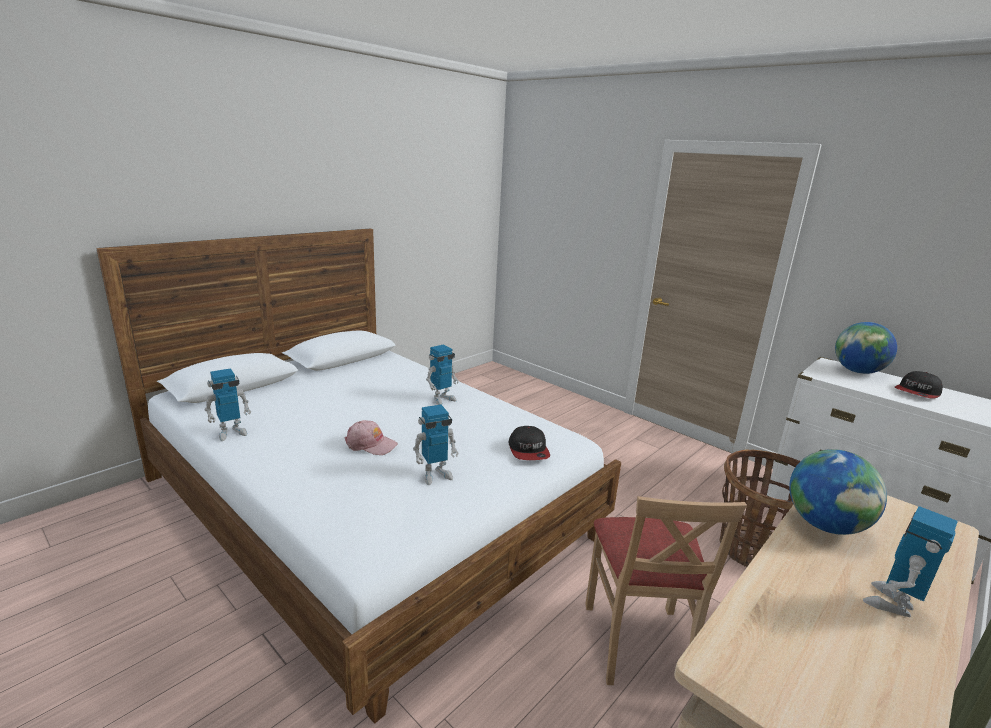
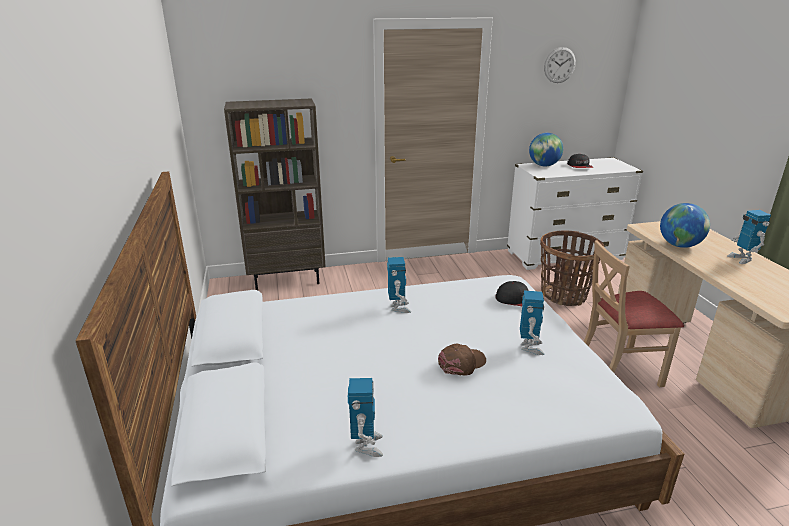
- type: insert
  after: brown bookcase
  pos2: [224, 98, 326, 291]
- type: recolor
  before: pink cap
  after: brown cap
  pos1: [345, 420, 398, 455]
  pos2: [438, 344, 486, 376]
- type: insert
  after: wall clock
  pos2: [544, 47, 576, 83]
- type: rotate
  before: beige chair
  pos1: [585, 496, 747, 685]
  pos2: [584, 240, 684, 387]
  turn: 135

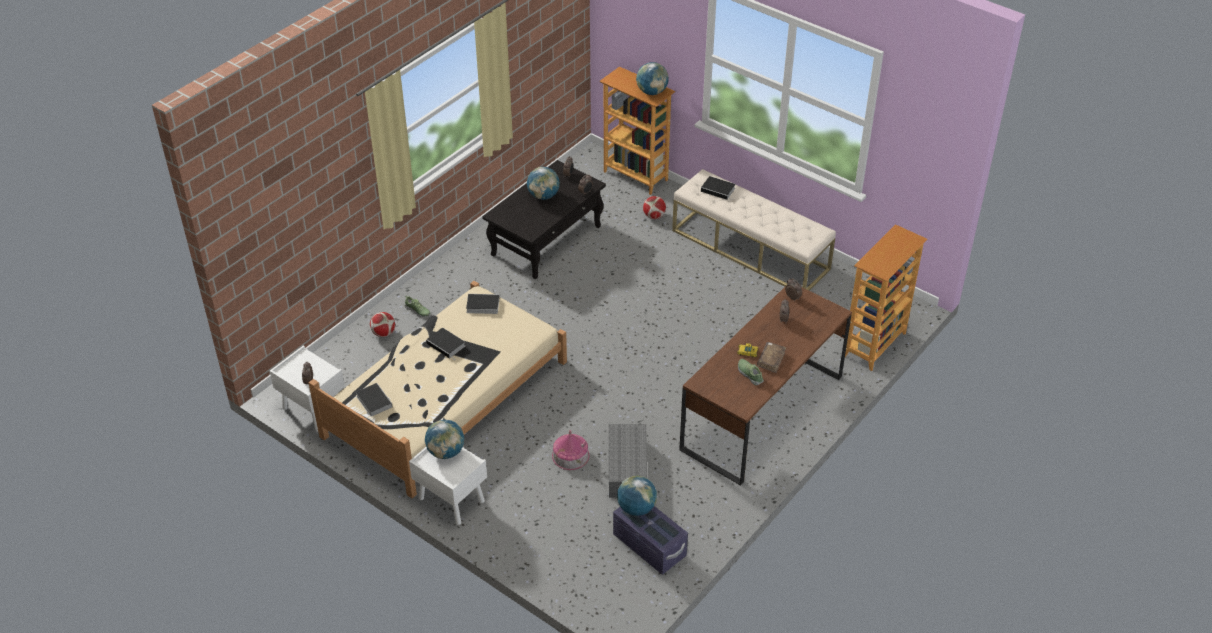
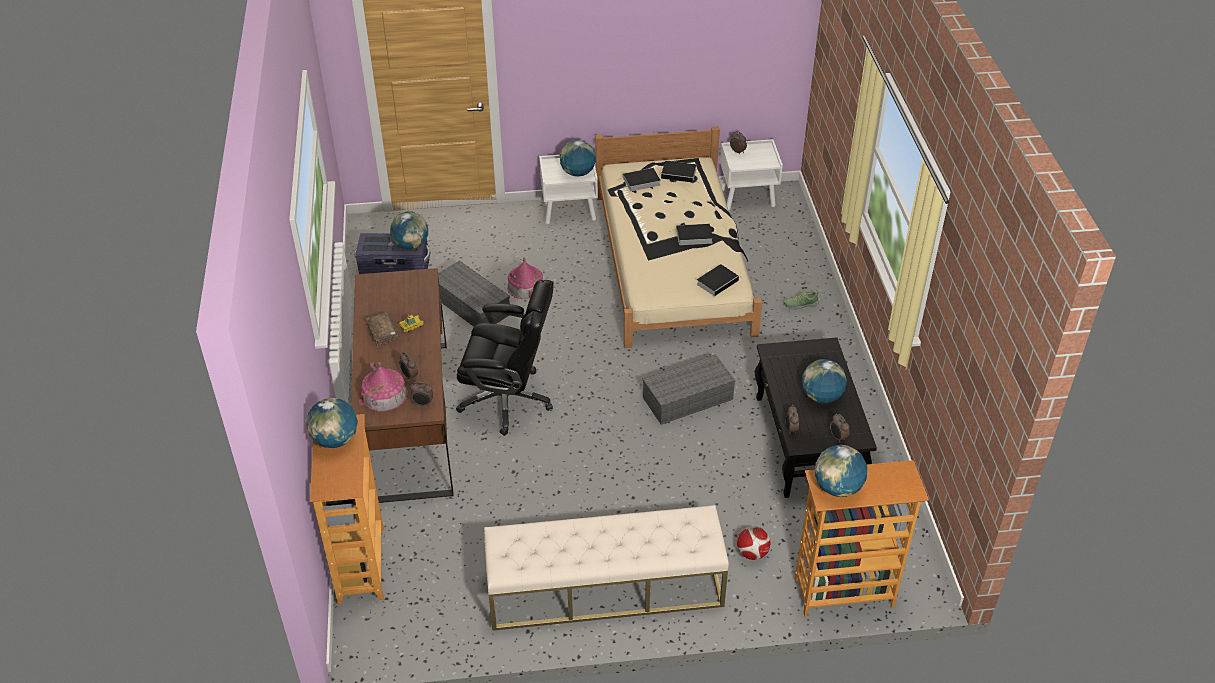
- type: insert
  after: globe
  pos2: [306, 398, 358, 448]
- type: insert
  after: toy house
  pos2: [358, 362, 408, 412]
- type: insert
  after: black office chair
  pos2: [456, 280, 554, 436]
- type: move
  before: book
  pos1: [701, 176, 736, 201]
  pos2: [618, 168, 661, 191]
- type: insert
  after: grey storage box
  pos2: [643, 354, 736, 425]
- type: delete
  before: football
  pos1: [370, 312, 395, 337]
- type: delete
  before: shoe
  pos1: [738, 359, 764, 385]

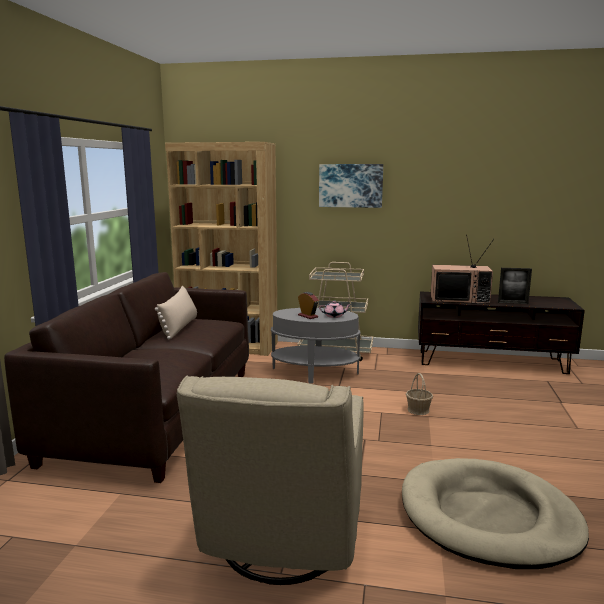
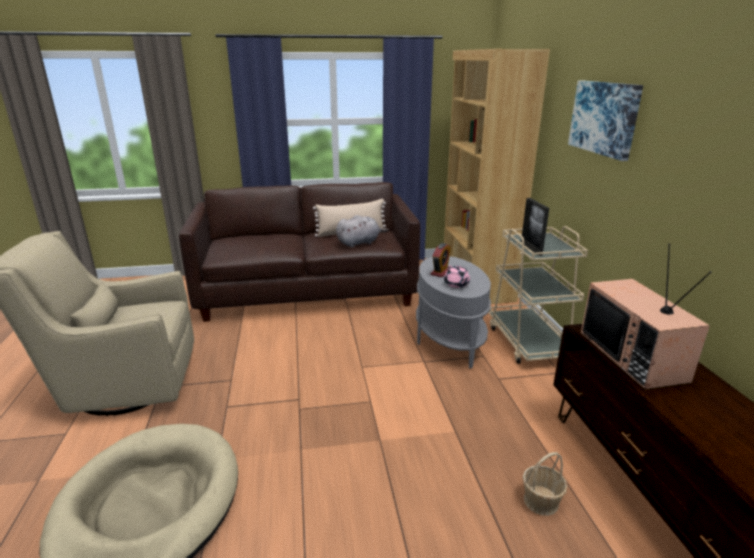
- type: insert
  after: grey plush toy
  pos2: [336, 215, 389, 248]
- type: move
  before: picture frame
  pos1: [498, 268, 532, 304]
  pos2: [521, 198, 549, 256]
- type: move
  before: basket
  pos1: [406, 373, 433, 415]
  pos2: [523, 452, 567, 516]

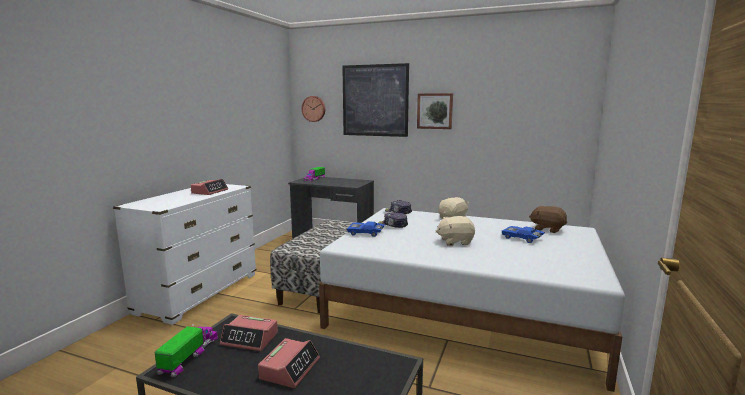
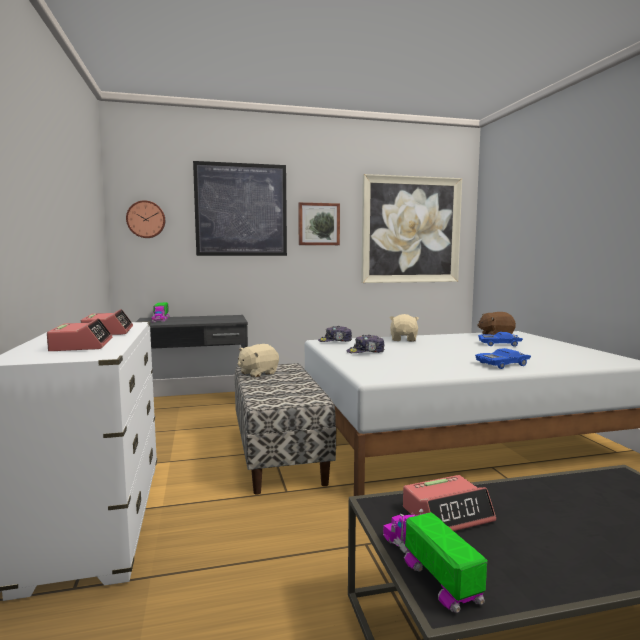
- type: move
  before: alarm clock
  pos1: [258, 338, 320, 388]
  pos2: [47, 318, 112, 351]
- type: move
  before: beige plush toy
  pos1: [435, 216, 475, 245]
  pos2: [238, 344, 279, 378]
- type: insert
  after: picture
  pos2: [361, 174, 462, 283]
- type: move
  before: blue toy car
  pos1: [347, 221, 385, 237]
  pos2: [475, 348, 531, 369]

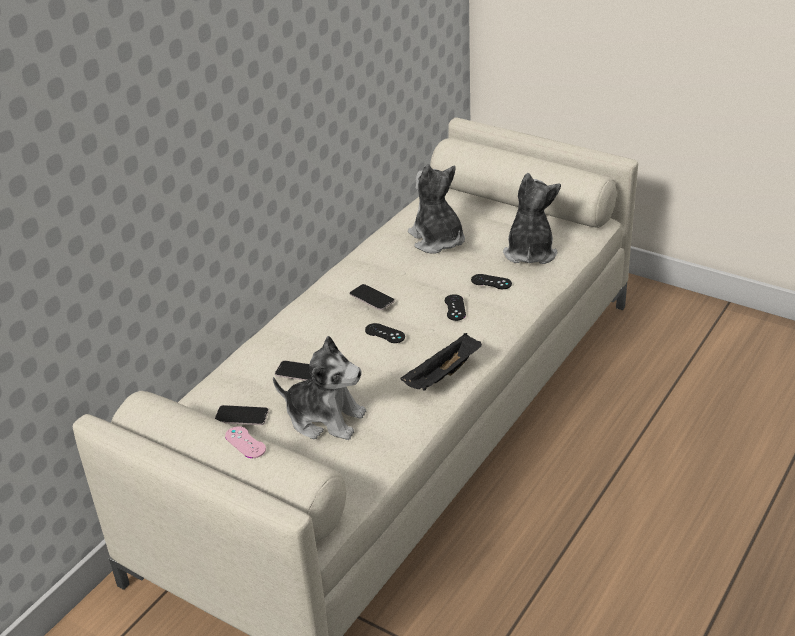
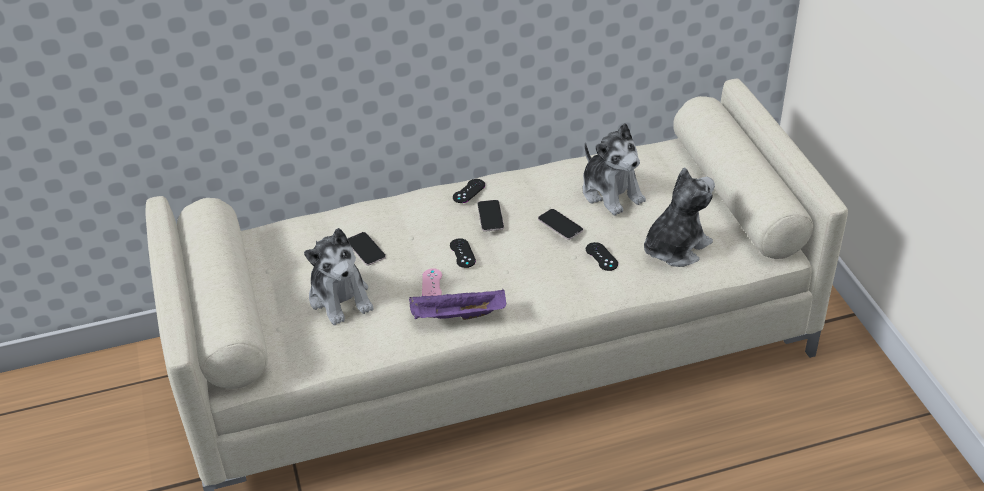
- type: recolor
  before: black tray
  after: purple tray
  pos1: [400, 333, 482, 391]
  pos2: [409, 289, 506, 320]
- type: move
  before: pink game controller
  pos1: [225, 426, 266, 458]
  pos2: [422, 268, 442, 296]
- type: move
  before: black game controller
  pos1: [445, 294, 466, 321]
  pos2: [453, 179, 485, 203]
- type: move
  before: phone
  pos1: [215, 405, 269, 425]
  pos2: [538, 209, 583, 240]
- type: rotate
  before: plush toy
  pos1: [408, 164, 465, 253]
  pos2: [583, 123, 646, 216]
  turn: 135

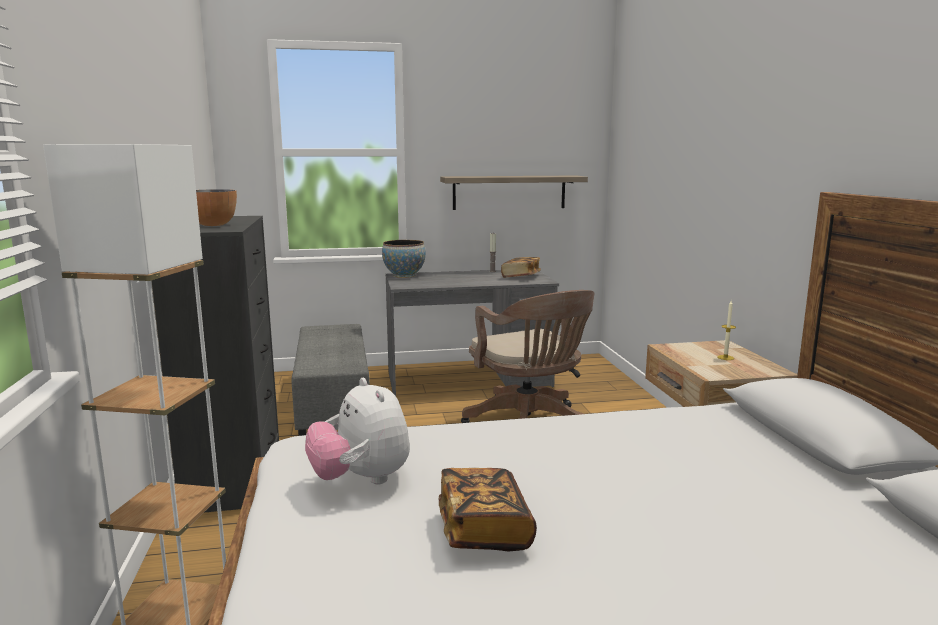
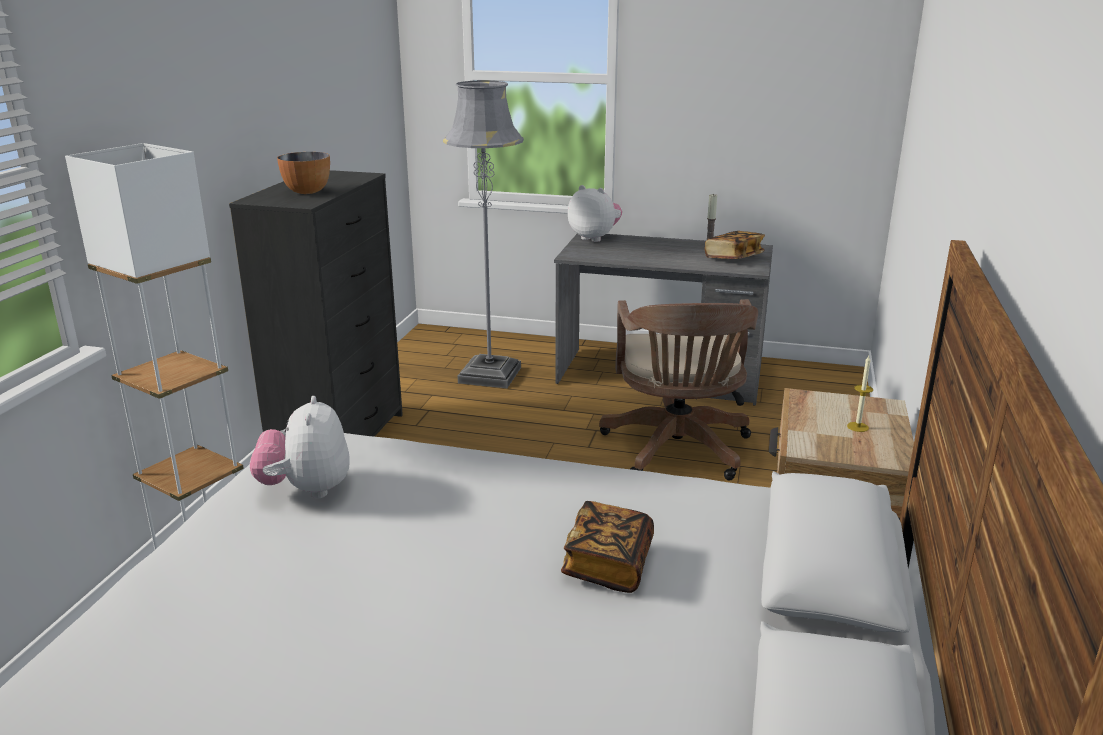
- type: replace
  before: grey ottoman
  after: grey floor lamp
  pos1: [292, 324, 370, 436]
  pos2: [443, 81, 524, 388]
- type: move
  before: book
  pos1: [439, 468, 537, 551]
  pos2: [561, 501, 654, 593]
- type: replace
  before: bowl
  after: plush toy
  pos1: [382, 240, 426, 278]
  pos2: [568, 185, 622, 242]
- type: delete
  before: shelf
  pos1: [440, 176, 588, 210]

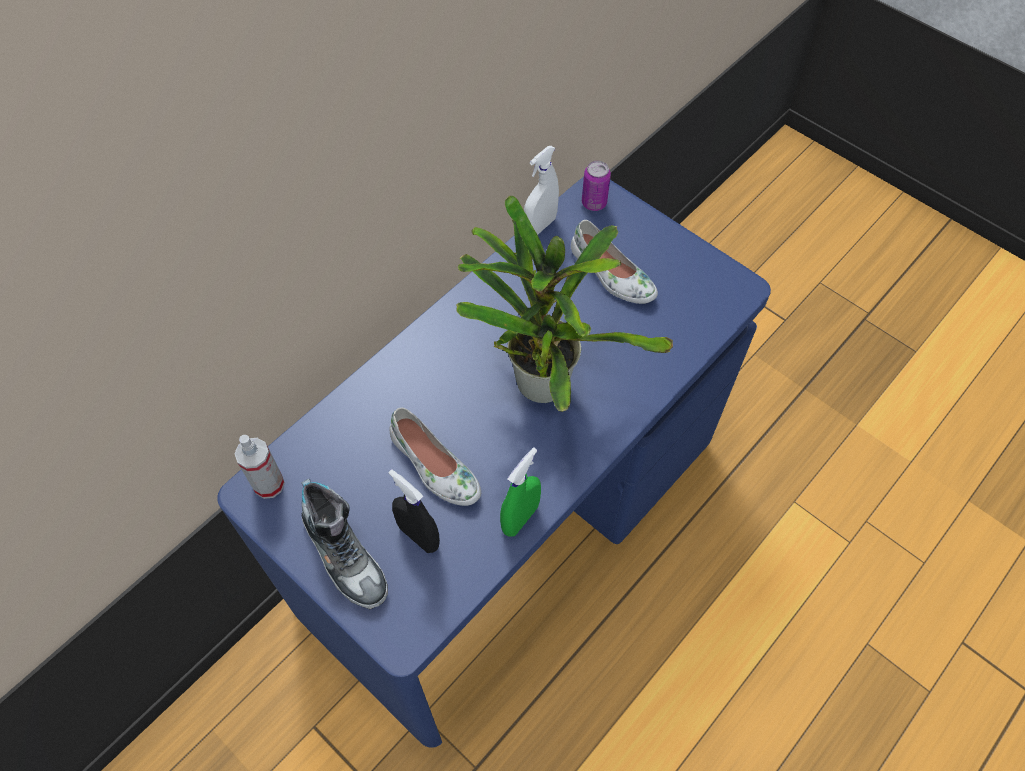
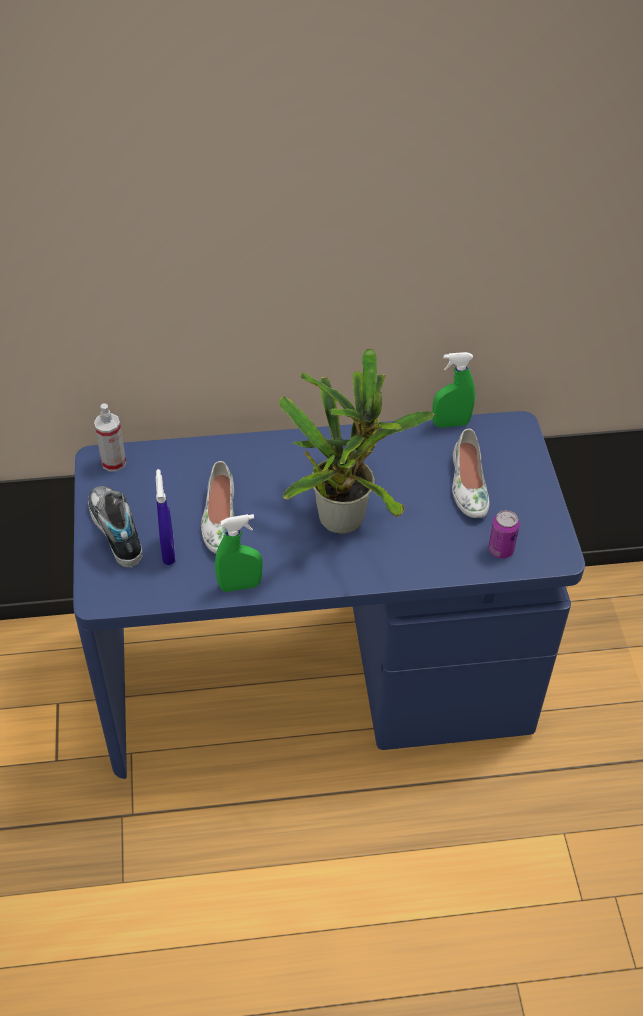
- type: rotate
  before: shoe
  pos1: [301, 479, 388, 610]
  pos2: [88, 486, 142, 567]
  turn: 150
- type: recolor
  before: black spray bottle
  after: blue spray bottle
  pos1: [388, 469, 440, 553]
  pos2: [156, 469, 175, 565]
- type: recolor
  before: white spray bottle
  after: green spray bottle
  pos1: [524, 146, 559, 235]
  pos2: [432, 352, 475, 428]
- type: move
  before: can
  pos1: [582, 161, 611, 211]
  pos2: [488, 510, 520, 559]

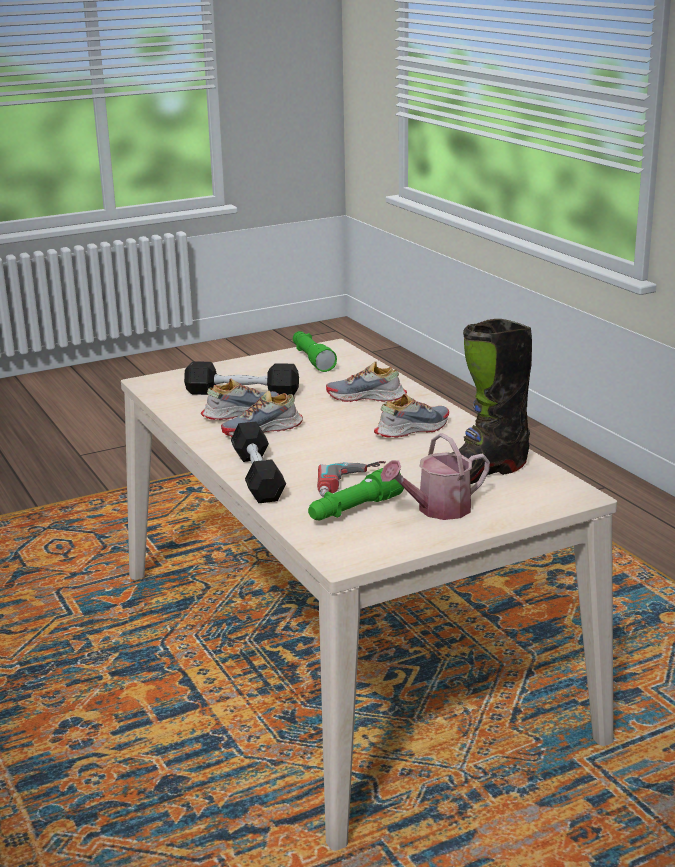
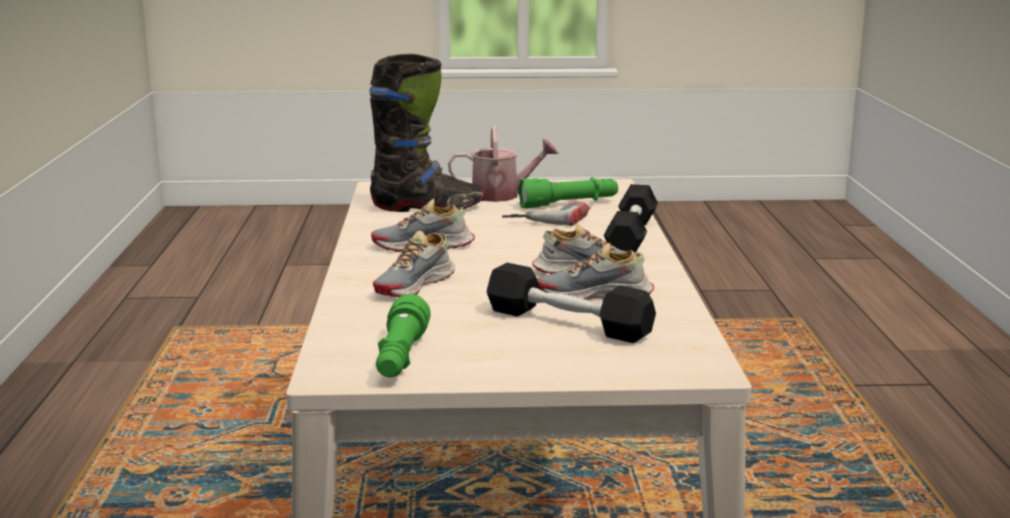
- type: rotate
  before: shoe
  pos1: [326, 361, 407, 402]
  pos2: [373, 231, 455, 297]
  turn: 90

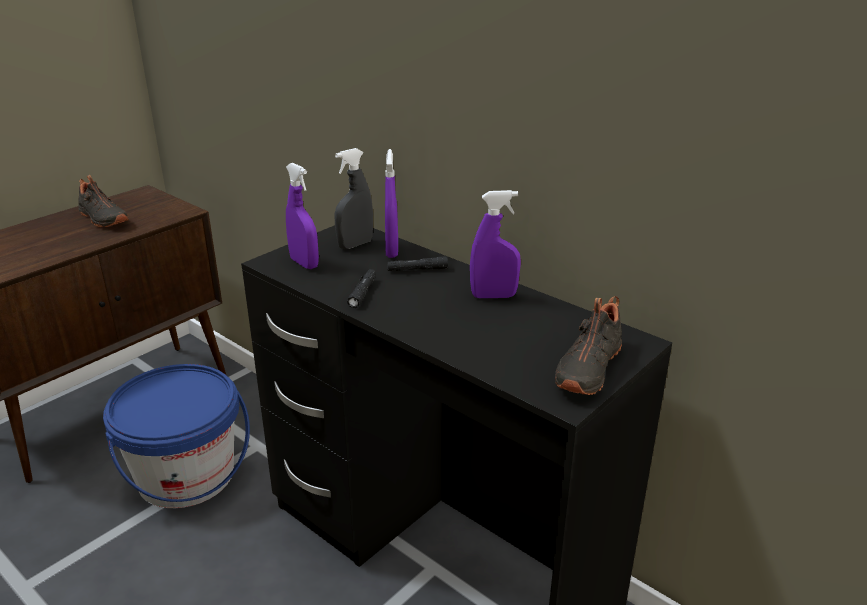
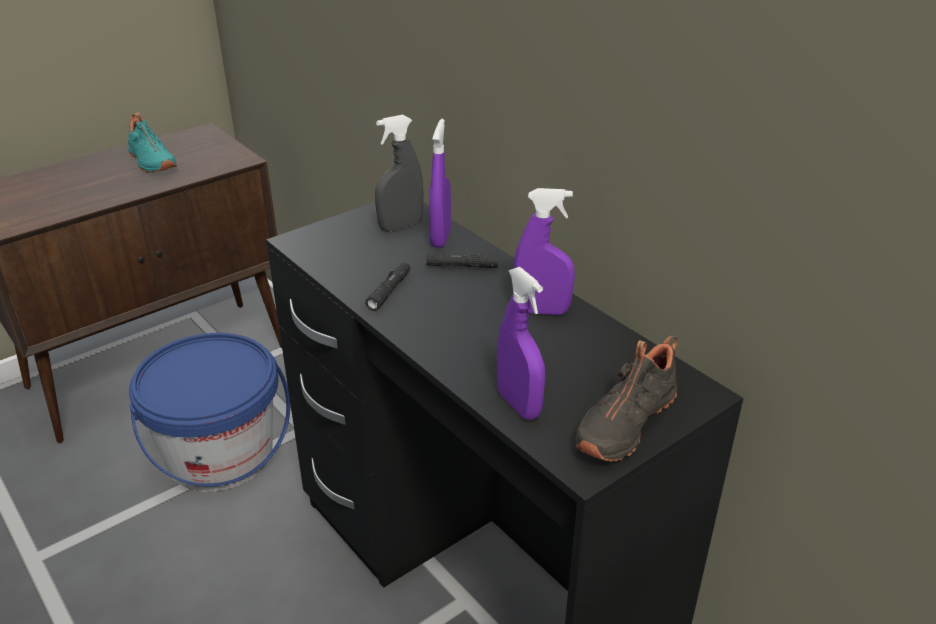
- type: recolor
  before: black shoe
  after: turquoise shoe
  pos1: [78, 175, 129, 227]
  pos2: [128, 112, 177, 173]
- type: move
  before: purple spray bottle
  pos1: [286, 163, 319, 269]
  pos2: [497, 267, 545, 420]

